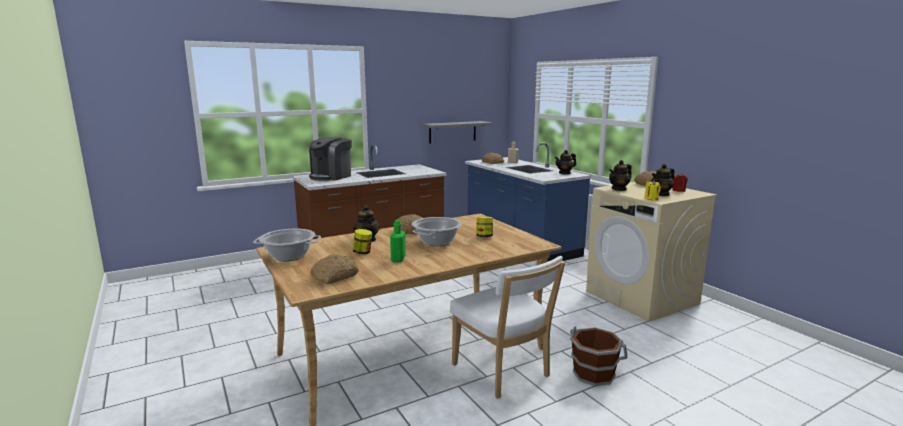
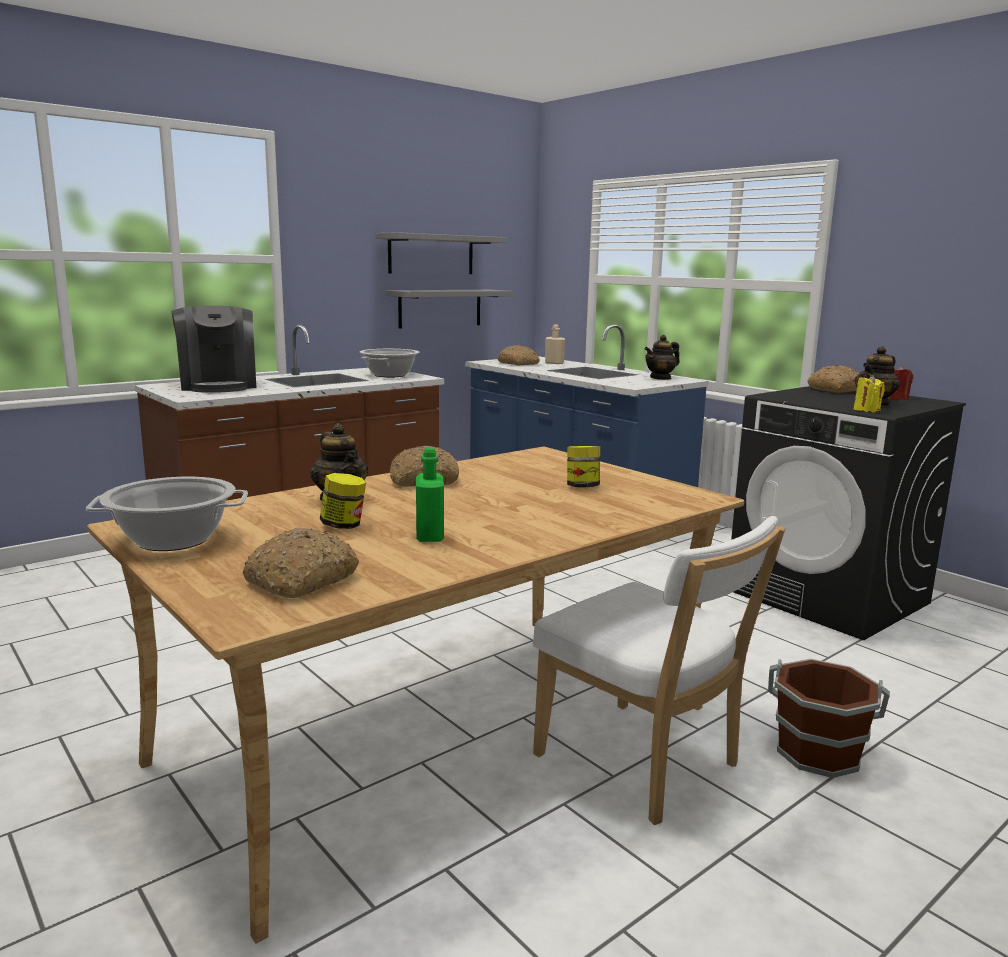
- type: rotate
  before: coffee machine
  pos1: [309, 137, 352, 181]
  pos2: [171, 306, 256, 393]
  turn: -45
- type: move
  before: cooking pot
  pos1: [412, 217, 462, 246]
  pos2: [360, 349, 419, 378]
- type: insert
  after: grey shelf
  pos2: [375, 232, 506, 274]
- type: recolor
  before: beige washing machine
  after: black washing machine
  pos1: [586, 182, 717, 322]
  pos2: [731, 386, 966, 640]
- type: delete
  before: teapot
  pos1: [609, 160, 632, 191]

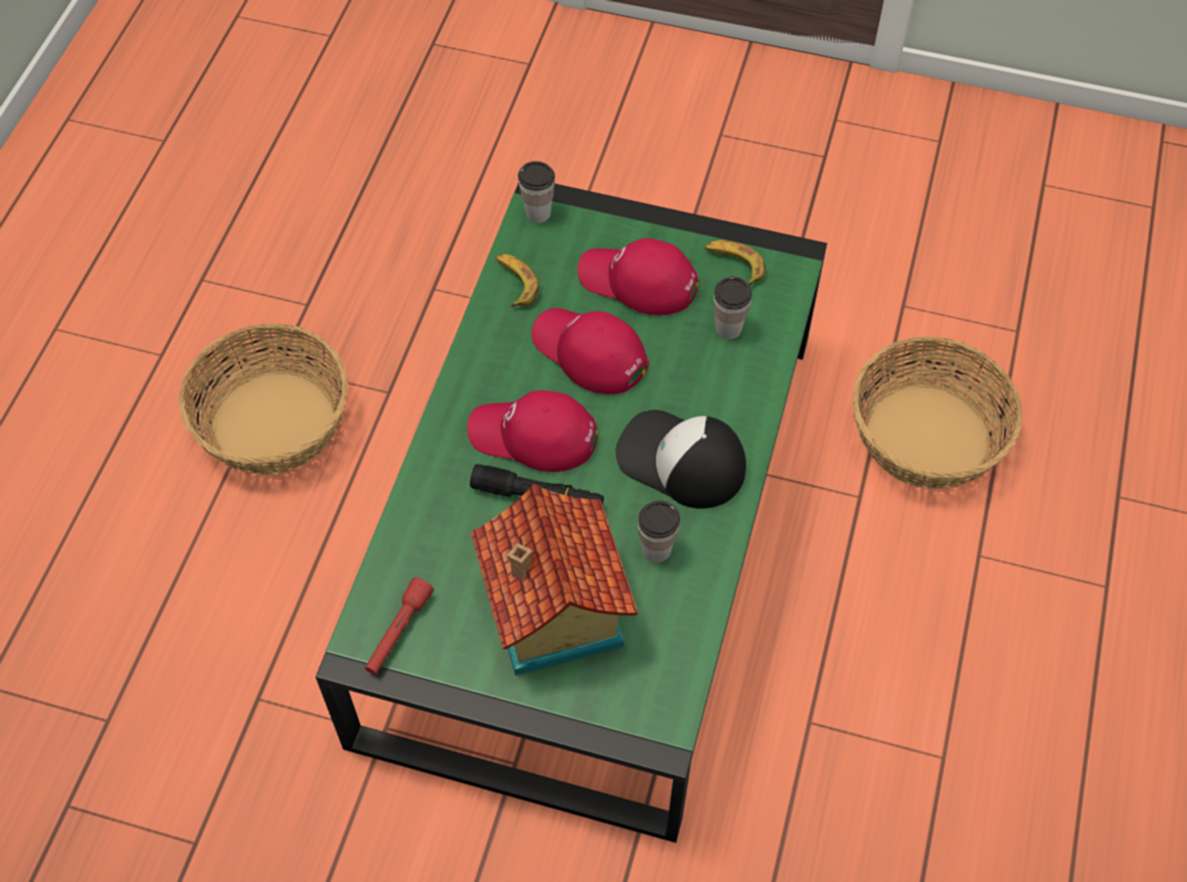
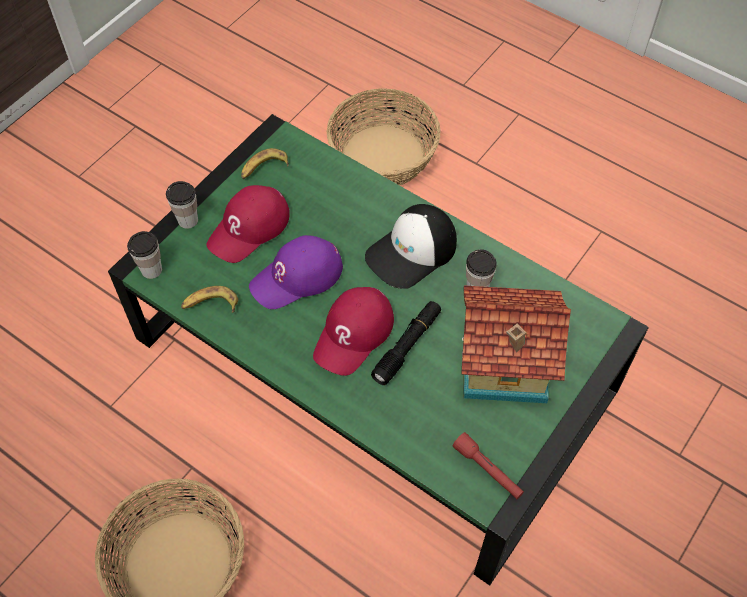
- type: move
  before: cup
  pos1: [714, 276, 752, 339]
  pos2: [166, 181, 198, 229]
- type: recolor
  before: red cap
  after: purple cap
  pos1: [532, 308, 649, 394]
  pos2: [249, 235, 343, 309]

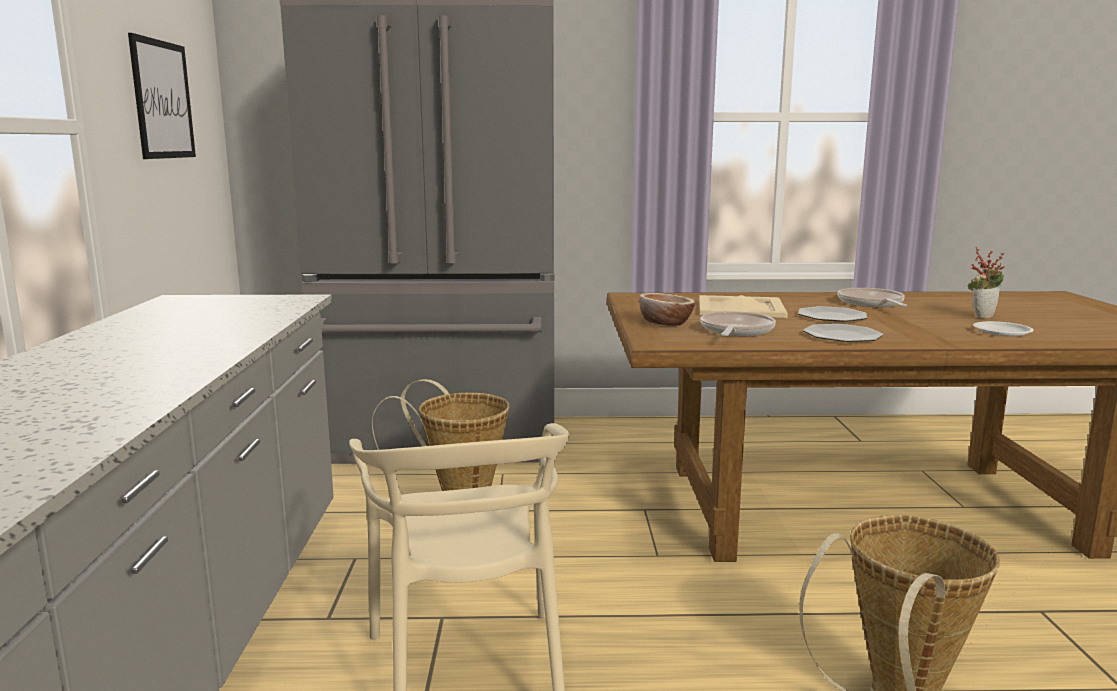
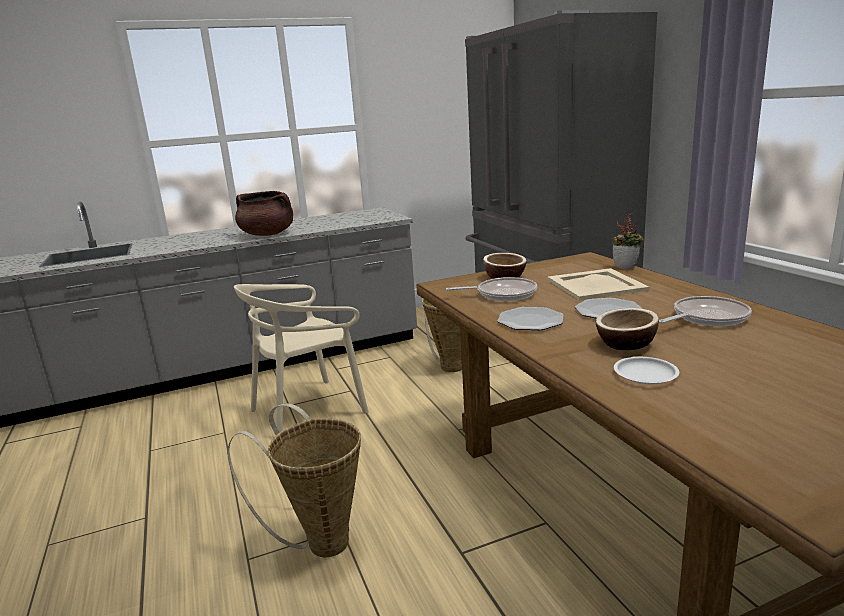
- type: insert
  after: brown cooking pot
  pos2: [235, 191, 293, 236]
- type: insert
  after: bowl
  pos2: [596, 308, 659, 350]
- type: move
  before: potted plant
  pos1: [968, 247, 1005, 318]
  pos2: [612, 213, 645, 269]
- type: delete
  before: picture
  pos1: [128, 33, 196, 159]

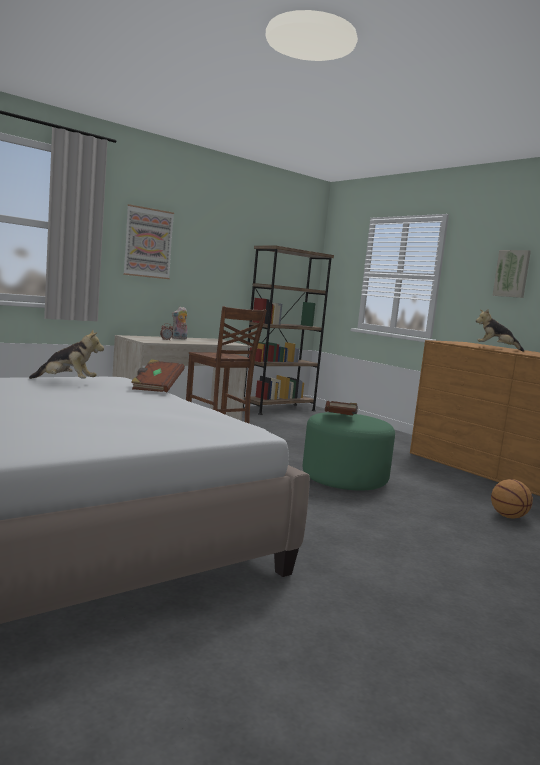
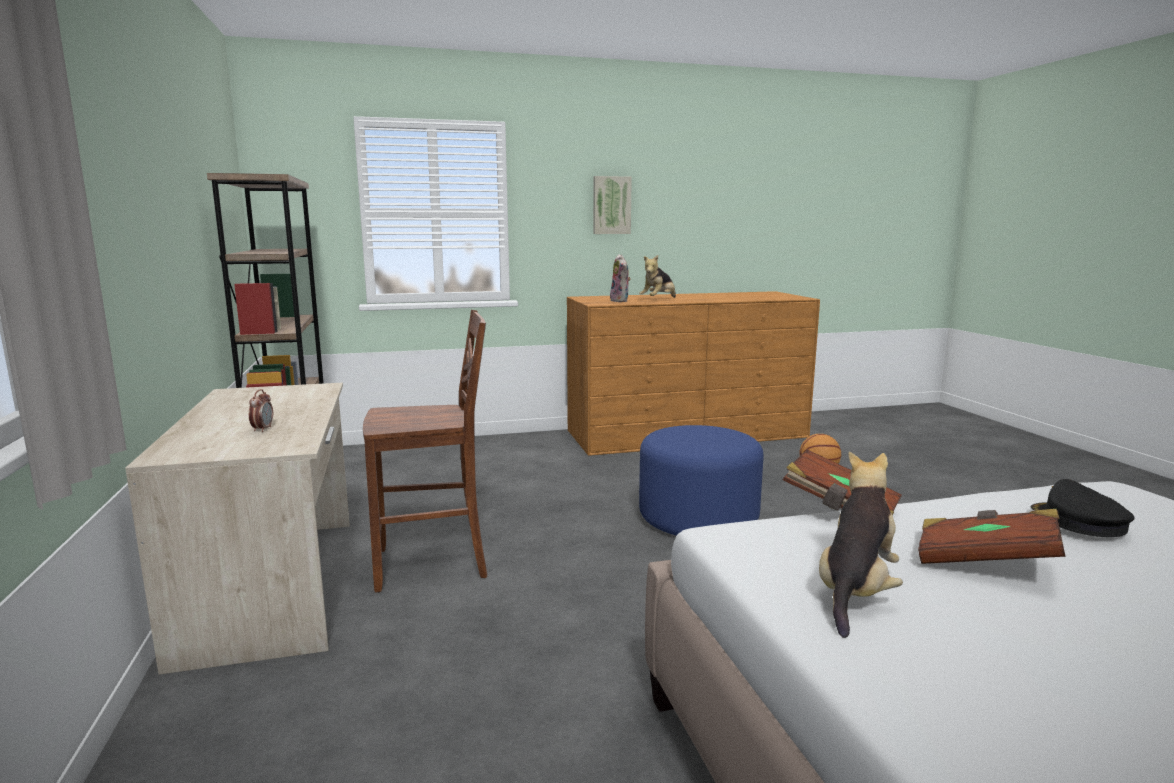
- type: move
  before: plush toy
  pos1: [172, 307, 187, 339]
  pos2: [610, 254, 631, 302]
- type: recolor
  before: green ottoman
  after: blue ottoman
  pos1: [303, 412, 395, 490]
  pos2: [639, 425, 763, 536]
- type: move
  before: brown book
  pos1: [325, 401, 358, 416]
  pos2: [918, 509, 1066, 564]
- type: insert
  after: black cap
  pos2: [1030, 479, 1135, 537]
- type: delete
  before: picture
  pos1: [123, 204, 174, 279]

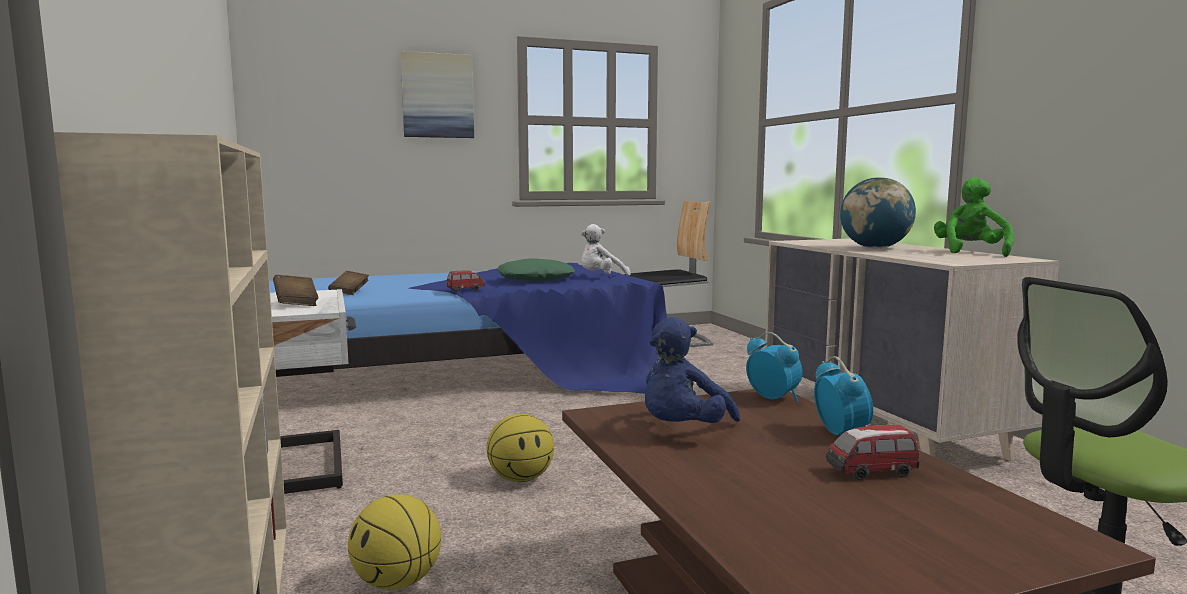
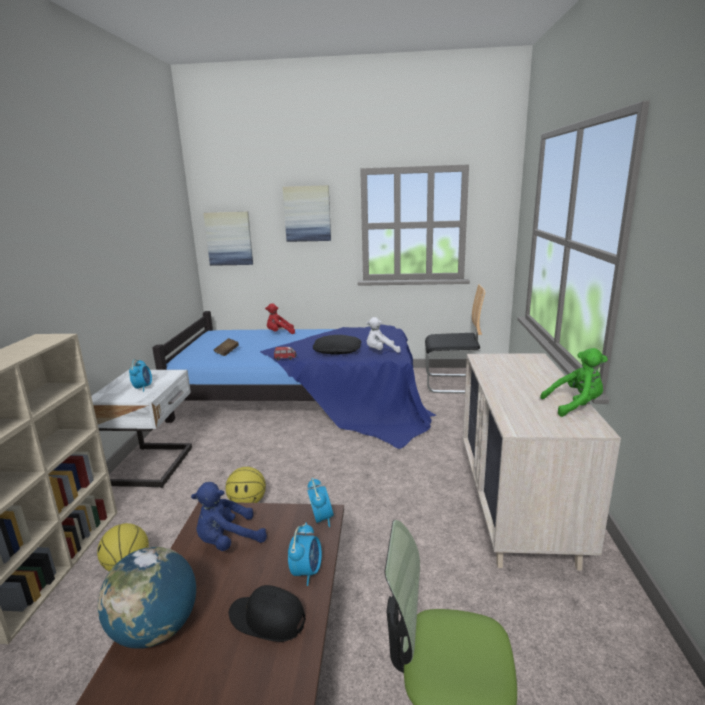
- type: move
  before: globe
  pos1: [840, 177, 916, 248]
  pos2: [97, 547, 196, 649]
- type: replace
  before: brown book
  after: alarm clock
  pos1: [273, 275, 318, 306]
  pos2: [129, 359, 152, 392]
- type: insert
  after: picture
  pos2: [203, 212, 253, 266]
- type: replace
  before: toy car
  after: black cap
  pos1: [826, 425, 919, 480]
  pos2: [229, 585, 306, 642]
- type: insert
  after: red plush toy
  pos2: [265, 303, 295, 334]
- type: recolor
  before: green pillow
  after: black pillow
  pos1: [497, 258, 575, 282]
  pos2: [313, 335, 361, 354]
- type: rotate
  before: green plush toy
  pos1: [934, 177, 1014, 257]
  pos2: [540, 348, 608, 417]
  turn: 45

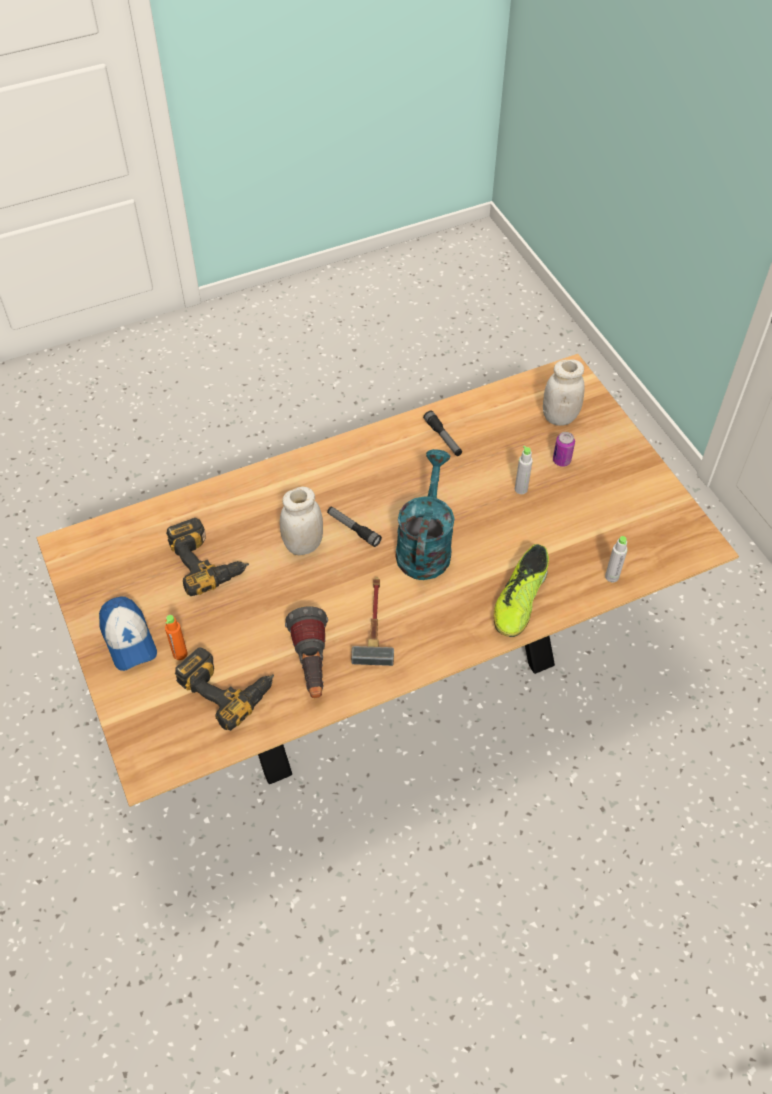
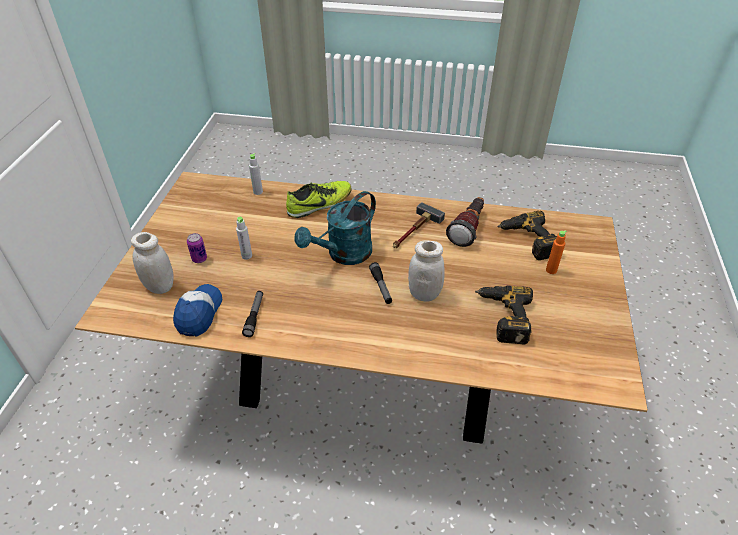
- type: move
  before: cap
  pos1: [99, 597, 157, 671]
  pos2: [173, 284, 222, 336]

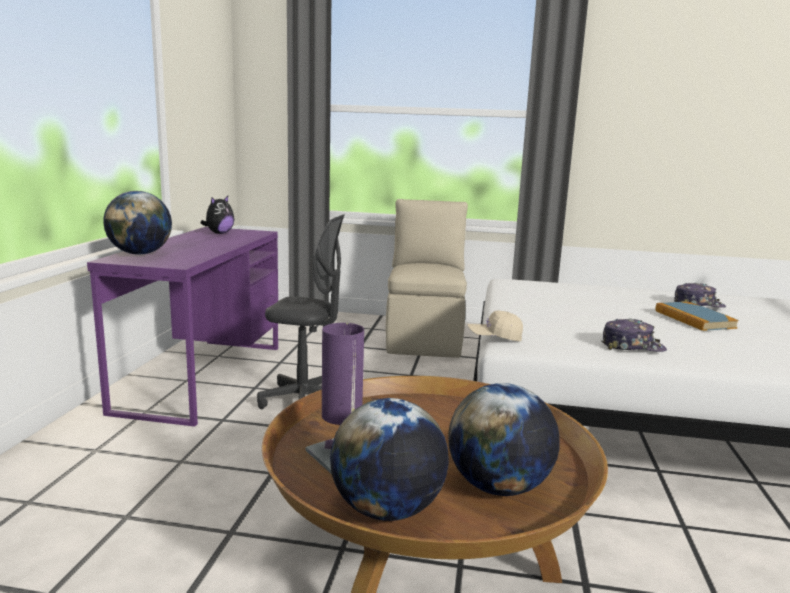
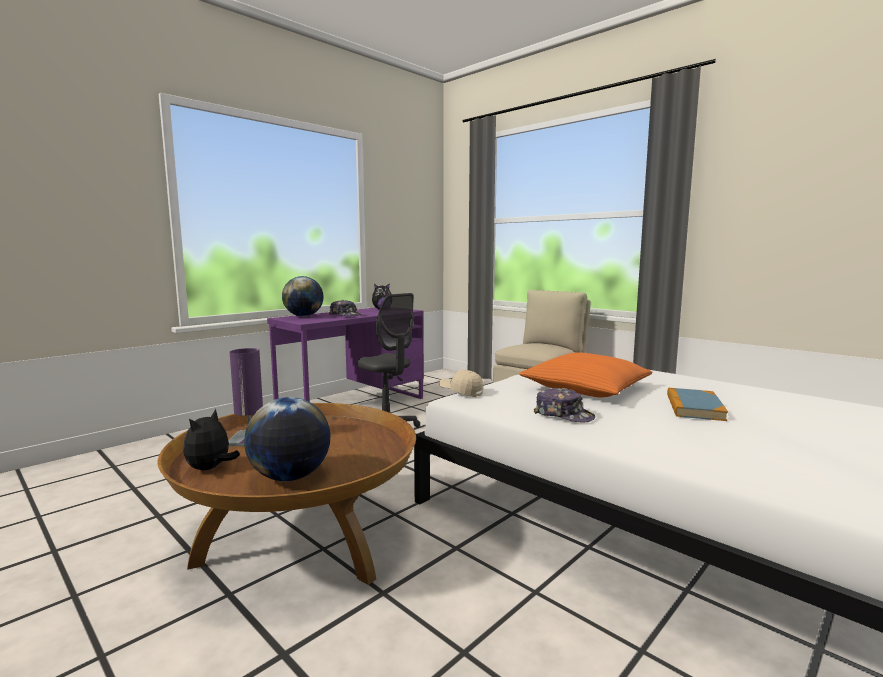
- type: replace
  before: globe
  after: plush toy
  pos1: [330, 398, 449, 521]
  pos2: [183, 408, 240, 470]
- type: move
  before: cap
  pos1: [674, 283, 726, 308]
  pos2: [329, 300, 361, 316]
- type: insert
  after: orange pillow
  pos2: [519, 353, 652, 397]

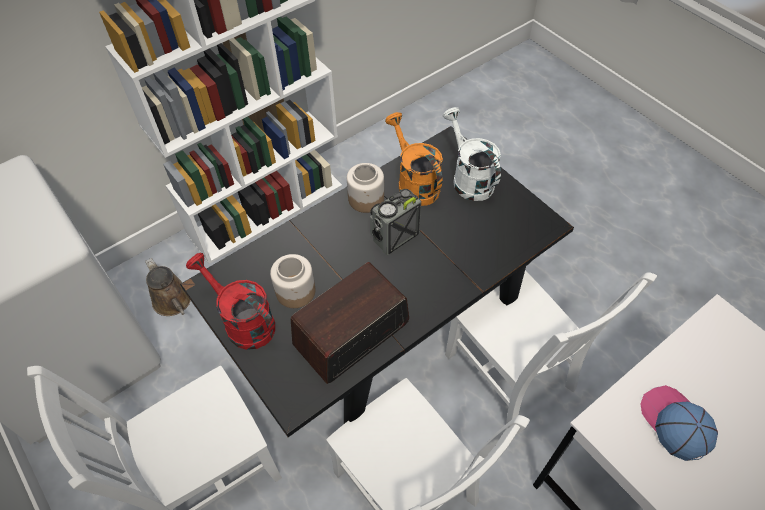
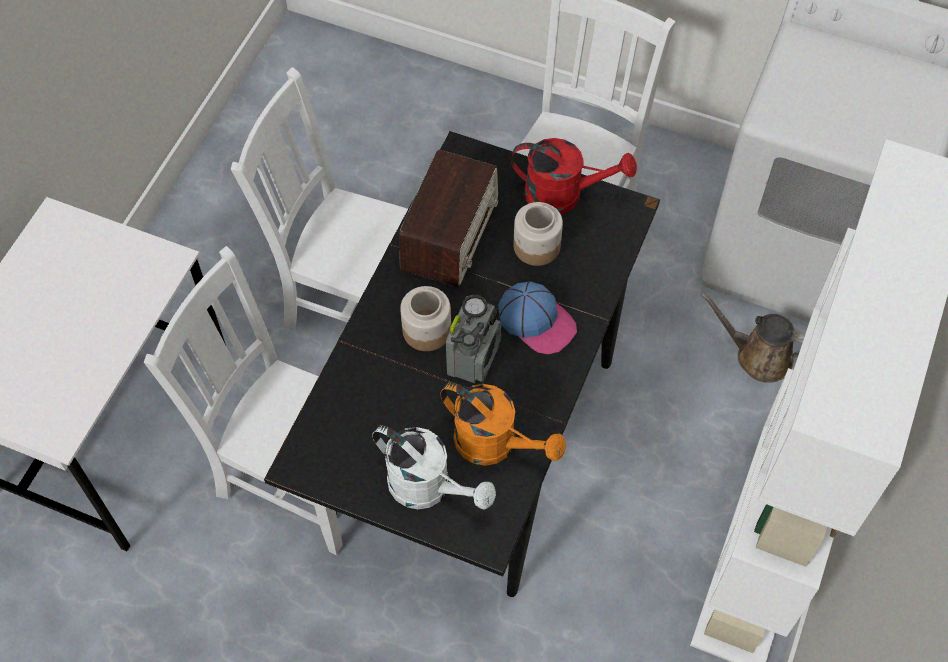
- type: move
  before: jar
  pos1: [347, 163, 384, 213]
  pos2: [400, 286, 451, 351]
- type: move
  before: cap
  pos1: [641, 385, 718, 461]
  pos2: [498, 281, 577, 354]

